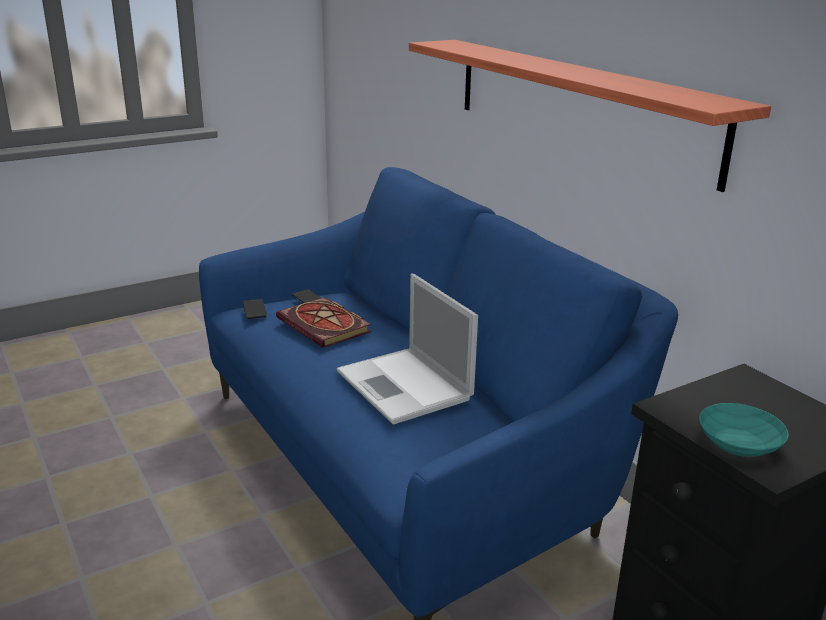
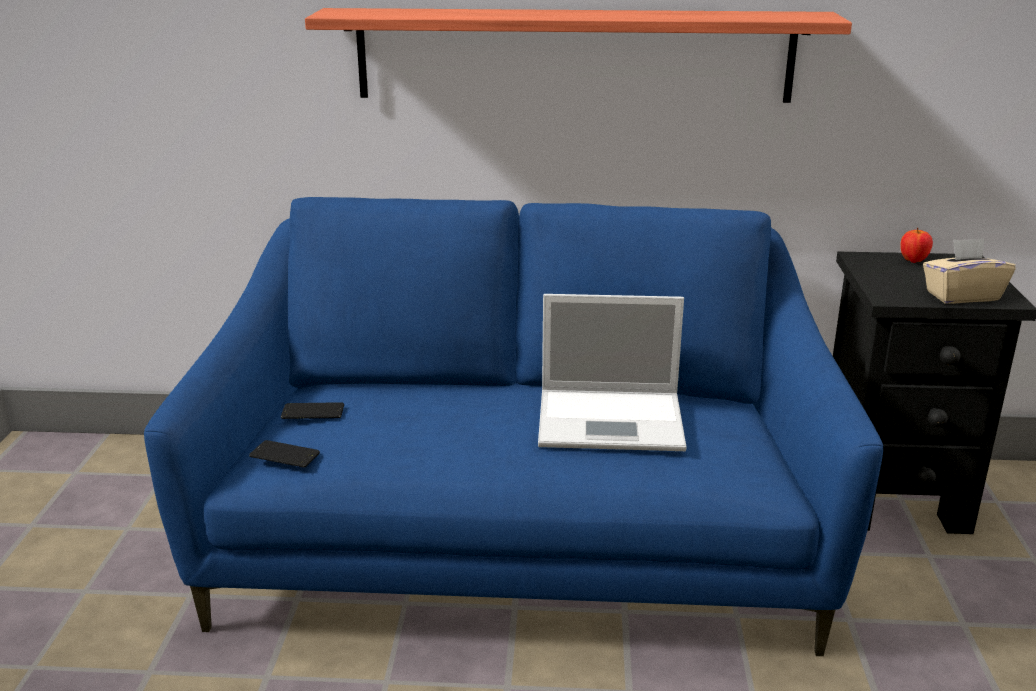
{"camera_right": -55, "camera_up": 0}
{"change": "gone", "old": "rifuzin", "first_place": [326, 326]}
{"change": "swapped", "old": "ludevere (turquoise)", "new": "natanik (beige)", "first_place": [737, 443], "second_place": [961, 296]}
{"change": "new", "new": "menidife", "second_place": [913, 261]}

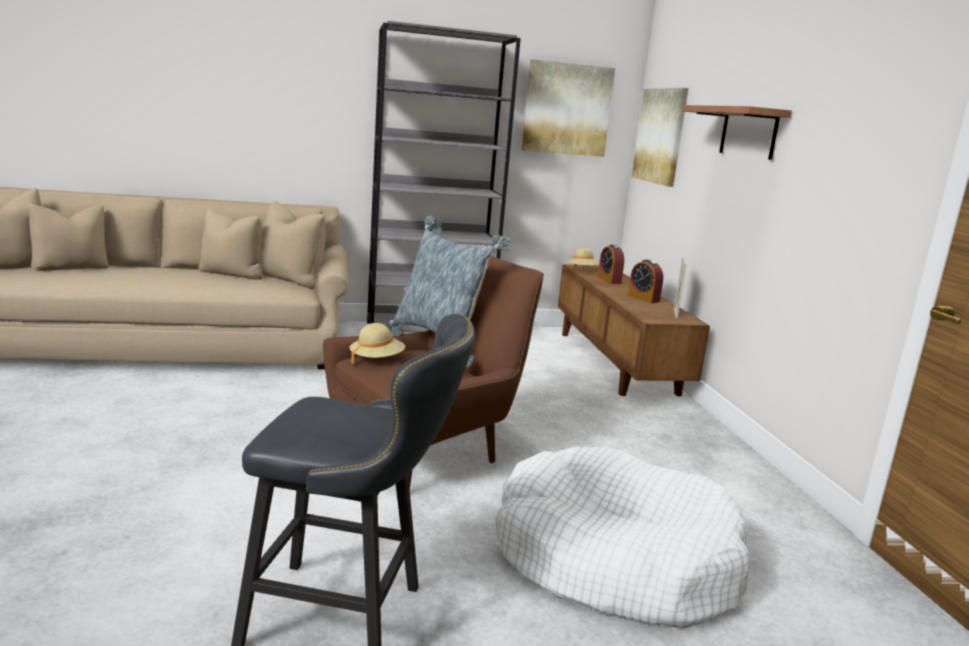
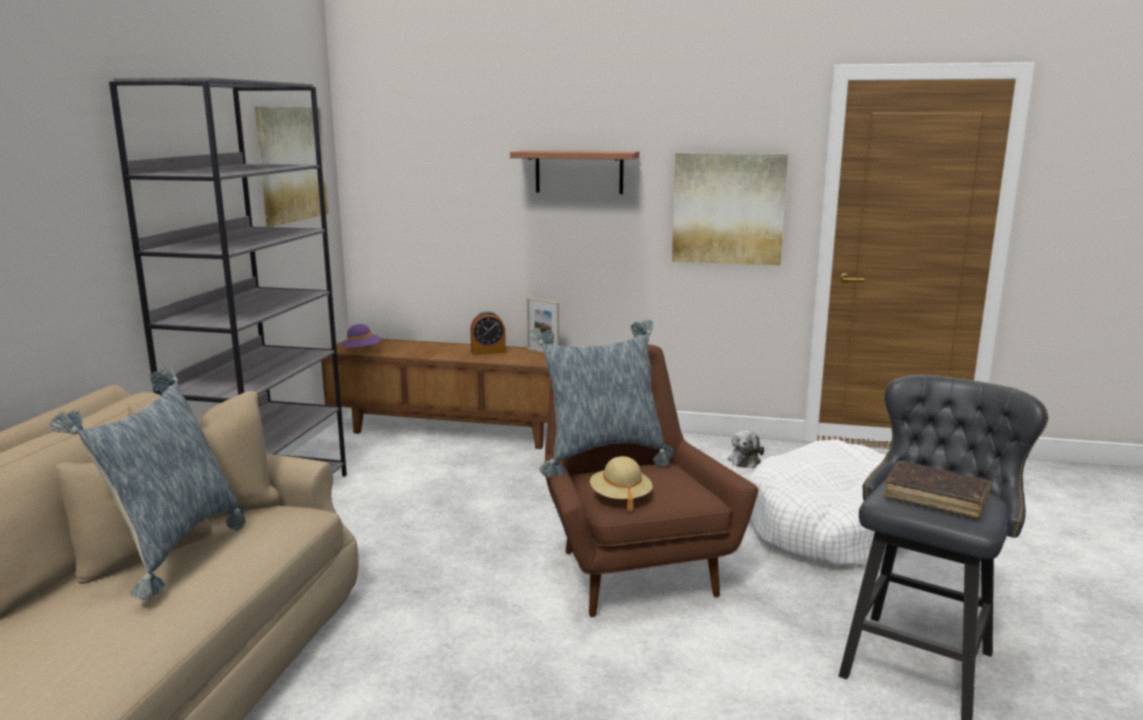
{"camera_right": -65, "camera_up": 0}
{"change": "shifted", "old": "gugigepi", "first_place": [660, 136], "second_place": [728, 208]}
{"change": "gone", "old": "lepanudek", "first_place": [609, 280]}
{"change": "repainted", "old": "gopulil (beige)", "new": "gopulil (purple)", "first_place": [582, 271], "second_place": [362, 351]}
{"change": "new", "new": "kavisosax", "second_place": [170, 560]}
{"change": "new", "new": "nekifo", "second_place": [744, 460]}
{"change": "new", "new": "rifuzin (brown)", "second_place": [936, 498]}

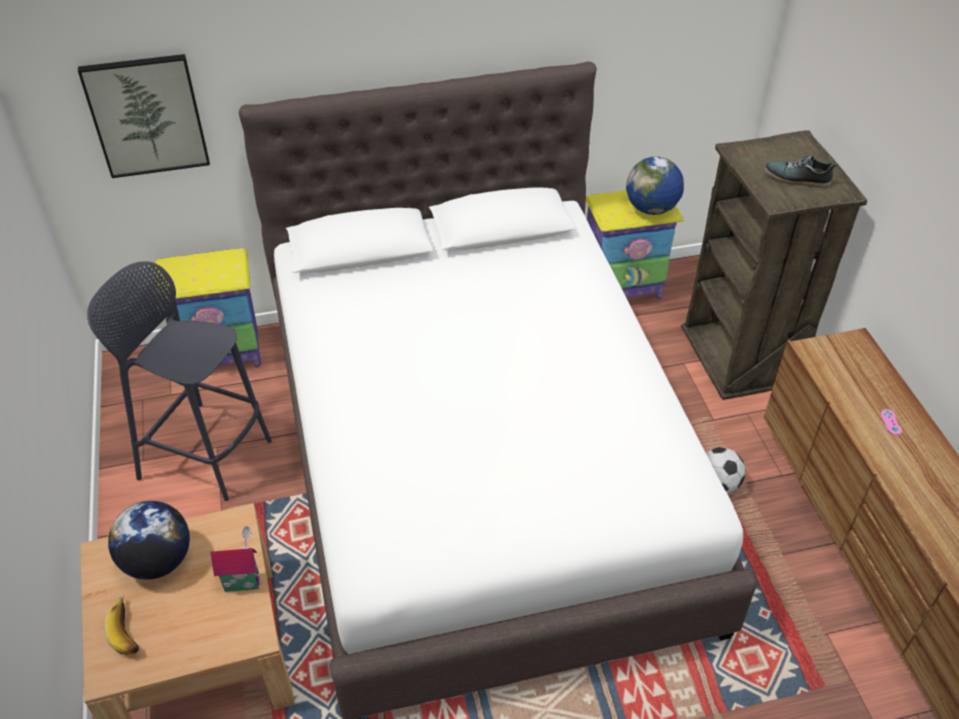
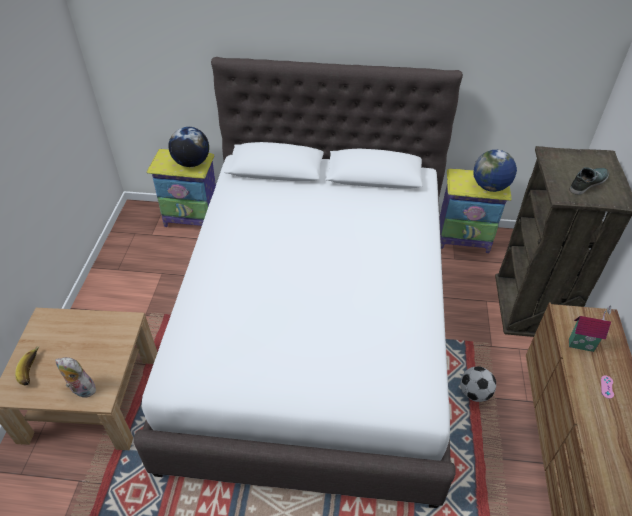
{"camera_right": 20, "camera_up": 0}
{"change": "gone", "old": "gugigepi", "first_place": [147, 116]}
{"change": "rotated", "old": "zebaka", "first_place": [797, 178], "second_place": [587, 183], "degrees": 105}
{"change": "gone", "old": "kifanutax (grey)", "first_place": [206, 453]}
{"change": "shifted", "old": "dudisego", "first_place": [158, 561], "second_place": [191, 163]}
{"change": "shifted", "old": "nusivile", "first_place": [242, 581], "second_place": [581, 344]}
{"change": "new", "new": "nekifo", "second_place": [81, 390]}

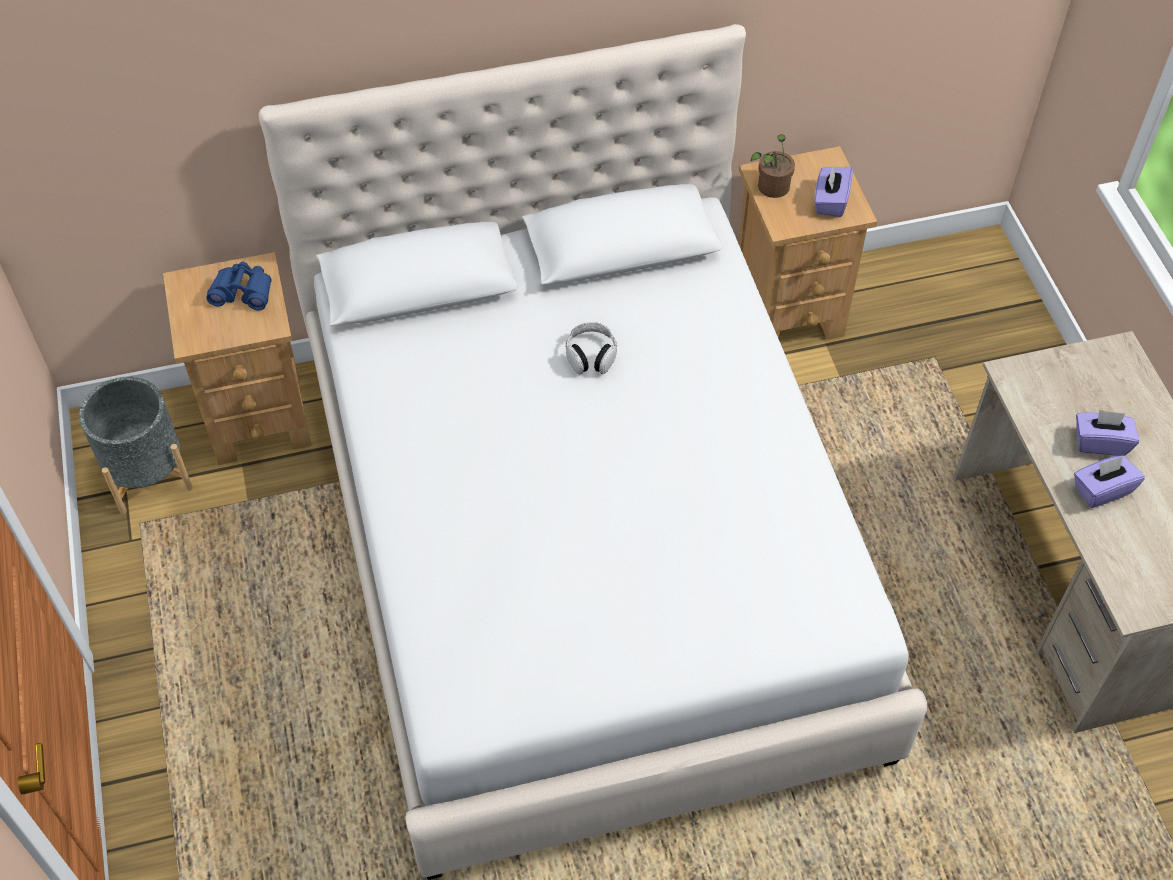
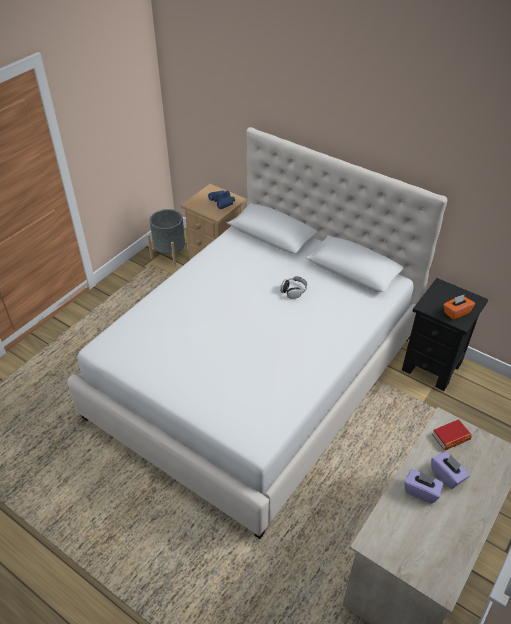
{"camera_right": 50, "camera_up": -10}
{"change": "gone", "old": "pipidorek", "first_place": [771, 189]}
{"change": "repainted", "old": "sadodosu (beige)", "new": "sadodosu (black)", "first_place": [789, 313], "second_place": [432, 367]}
{"change": "repainted", "old": "natanik (purple)", "new": "natanik (orange)", "first_place": [830, 201], "second_place": [456, 312]}
{"change": "new", "new": "rifuzin", "second_place": [450, 437]}

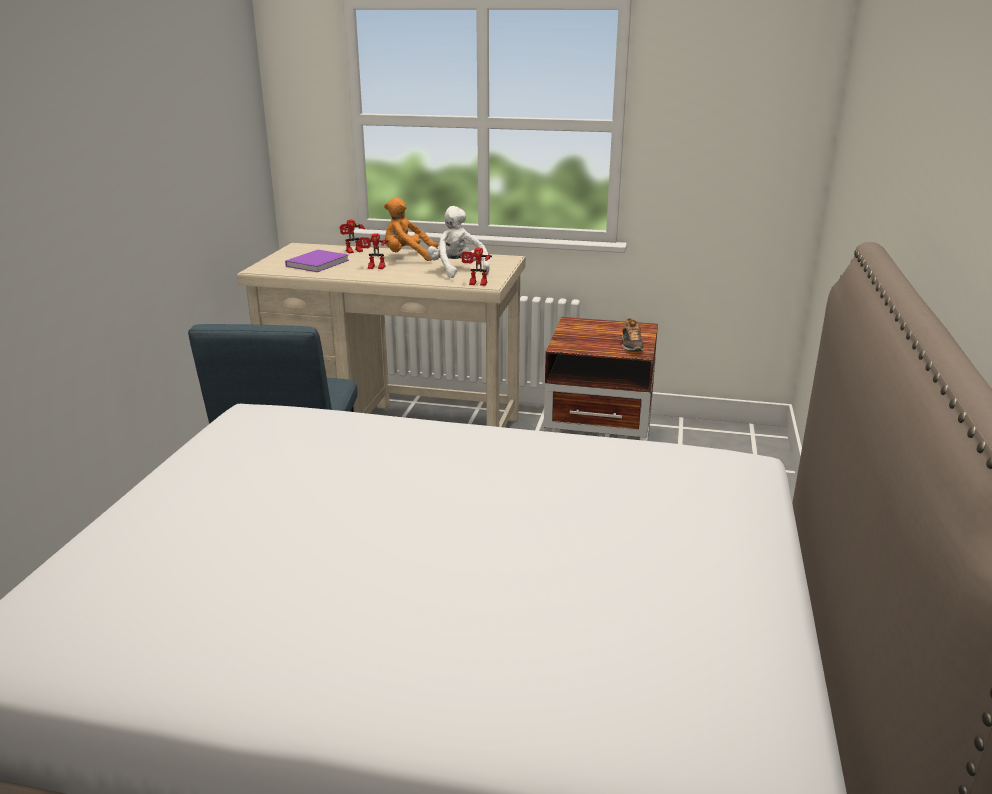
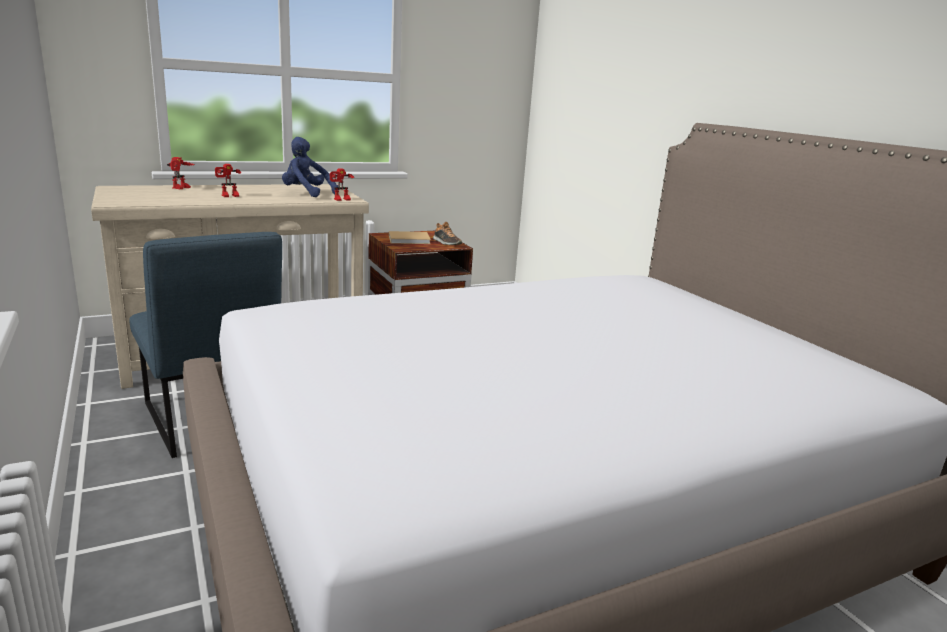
{"camera_right": -40, "camera_up": -5}
{"change": "gone", "old": "nekifo (orange)", "first_place": [408, 257]}
{"change": "repainted", "old": "nekifo (white)", "new": "nekifo (blue)", "first_place": [457, 270], "second_place": [306, 194]}
{"change": "gone", "old": "rifuzin (purple)", "first_place": [319, 263]}
{"change": "new", "new": "rifuzin (beige)", "second_place": [410, 239]}

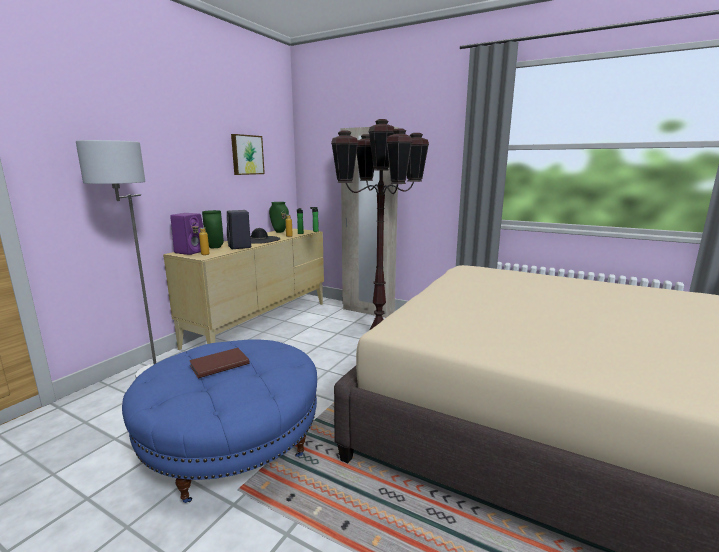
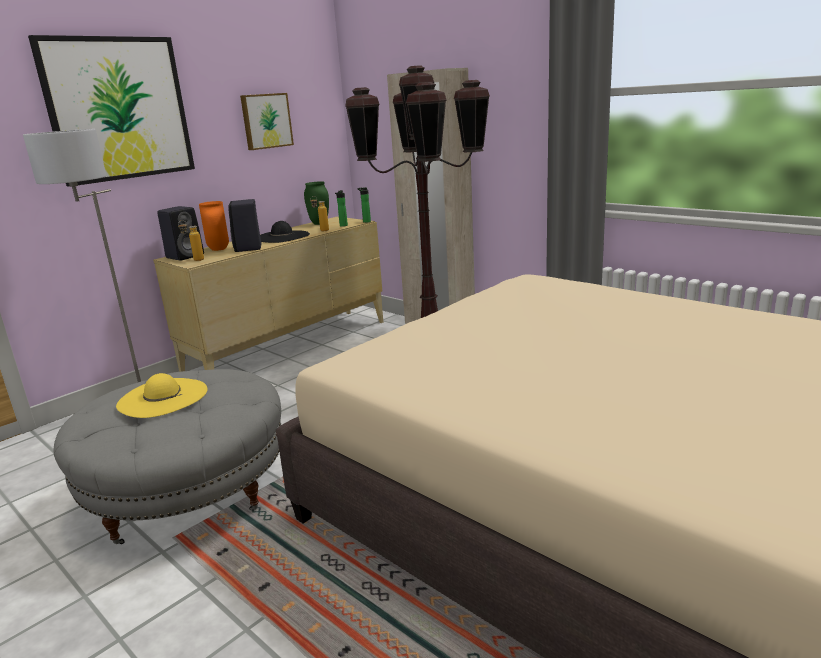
{"camera_right": 15, "camera_up": 5}
{"change": "repainted", "old": "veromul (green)", "new": "veromul (orange)", "first_place": [214, 247], "second_place": [218, 249]}
{"change": "repainted", "old": "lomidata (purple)", "new": "lomidata (black)", "first_place": [191, 252], "second_place": [186, 256]}
{"change": "repainted", "old": "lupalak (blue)", "new": "lupalak (grey)", "first_place": [233, 446], "second_place": [189, 492]}
{"change": "swapped", "old": "rifuzin (brown)", "new": "gopulil (yellow)", "first_place": [218, 364], "second_place": [162, 397]}
{"change": "new", "new": "gugigepi", "second_place": [118, 109]}

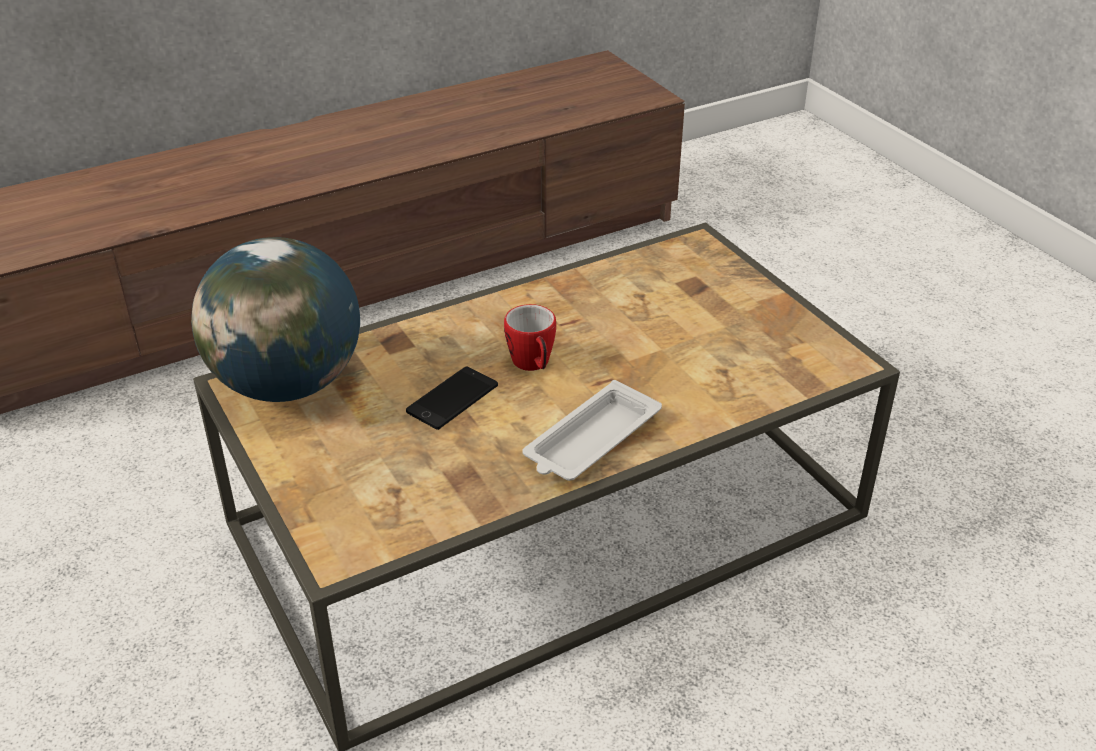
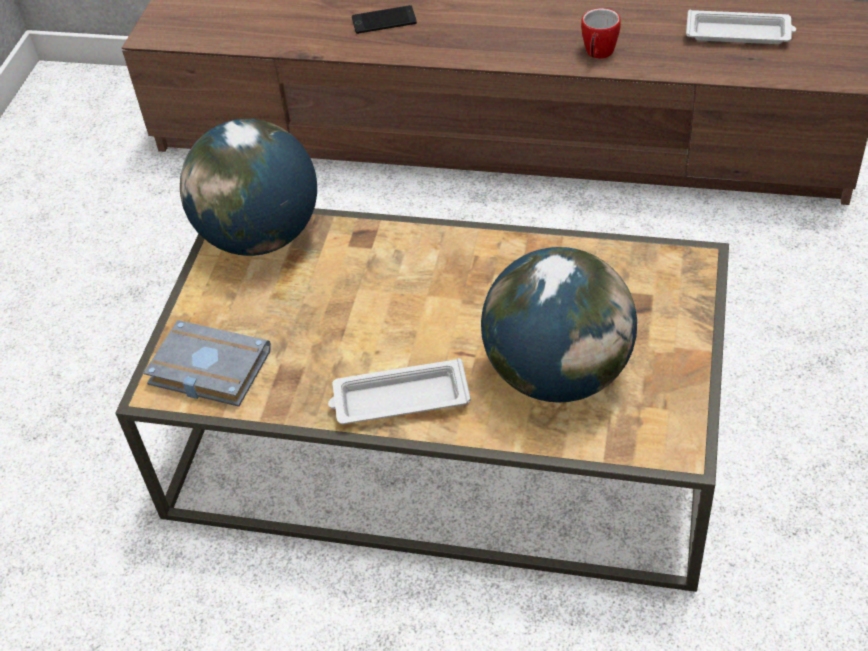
{"camera_right": 45, "camera_up": 10}
{"change": "shifted", "old": "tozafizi", "first_place": [533, 365], "second_place": [598, 54]}
{"change": "shifted", "old": "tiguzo", "first_place": [452, 399], "second_place": [384, 20]}
{"change": "new", "new": "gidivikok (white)", "second_place": [740, 33]}
{"change": "new", "new": "dudisego", "second_place": [556, 374]}
{"change": "new", "new": "rifuzin (grey)", "second_place": [206, 370]}

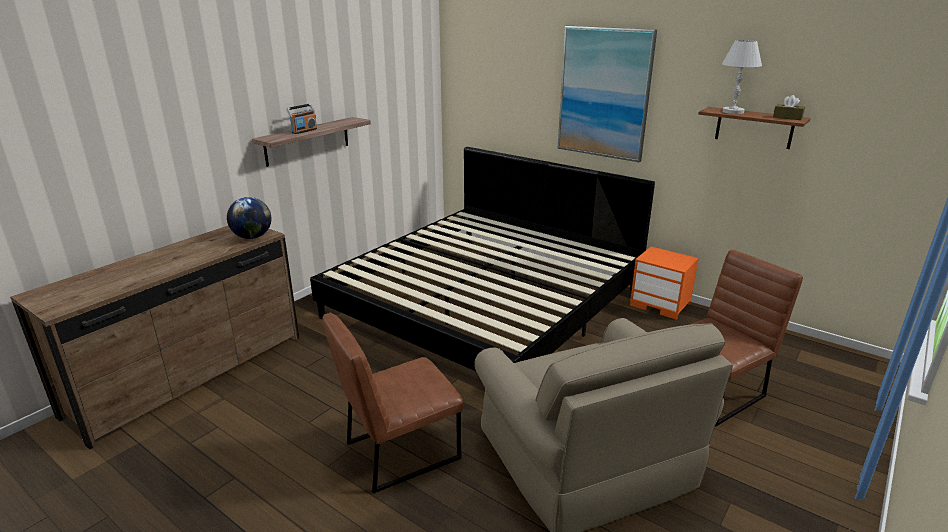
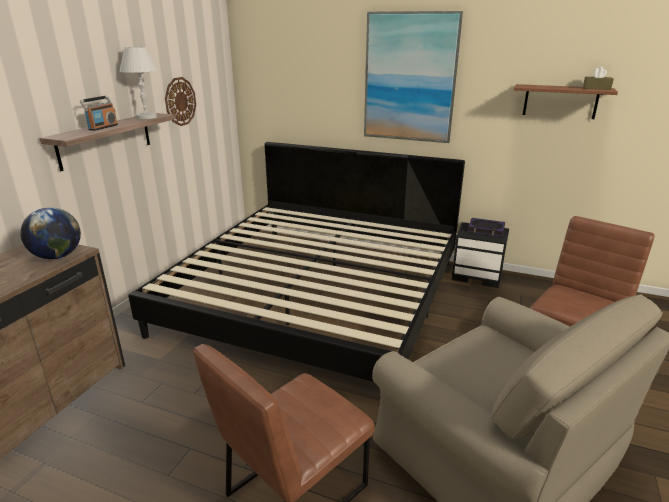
{"camera_right": -15, "camera_up": 0}
{"change": "shifted", "old": "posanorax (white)", "first_place": [733, 112], "second_place": [146, 117]}
{"change": "repainted", "old": "sadodosu (orange)", "new": "sadodosu (black)", "first_place": [661, 304], "second_place": [477, 275]}
{"change": "new", "new": "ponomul", "second_place": [180, 101]}
{"change": "new", "new": "rifuzin", "second_place": [486, 230]}

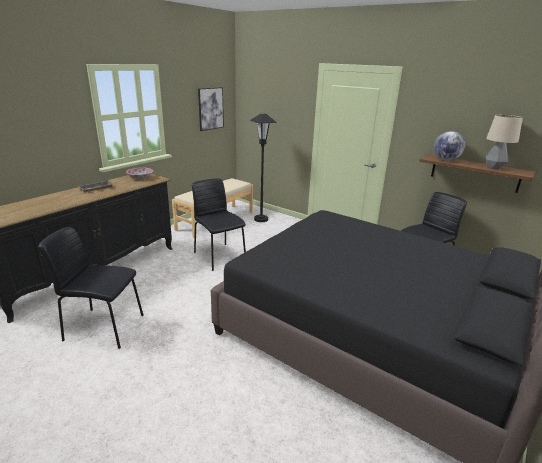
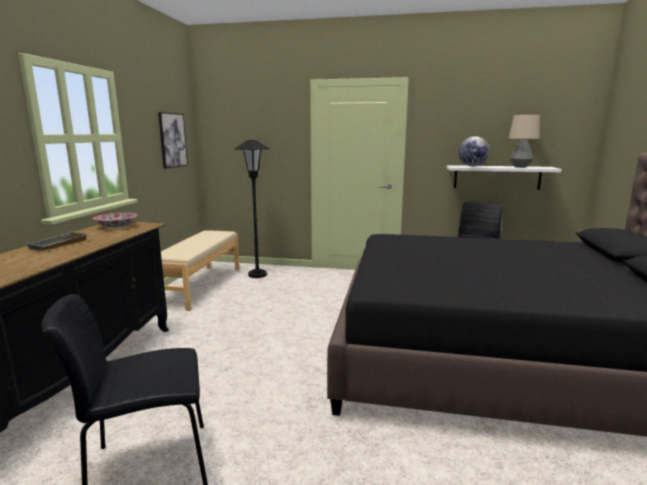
{"camera_right": -25, "camera_up": -10}
{"change": "repainted", "old": "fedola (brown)", "new": "fedola (white)", "first_place": [474, 173], "second_place": [497, 177]}
{"change": "gone", "old": "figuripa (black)", "first_place": [218, 255]}

